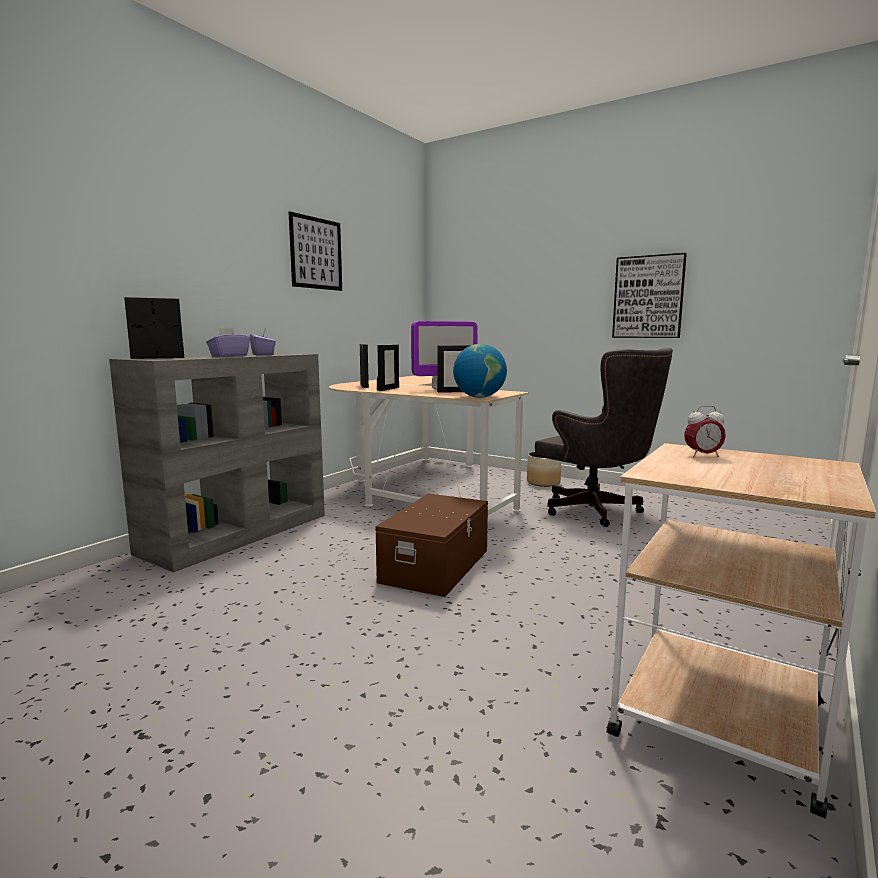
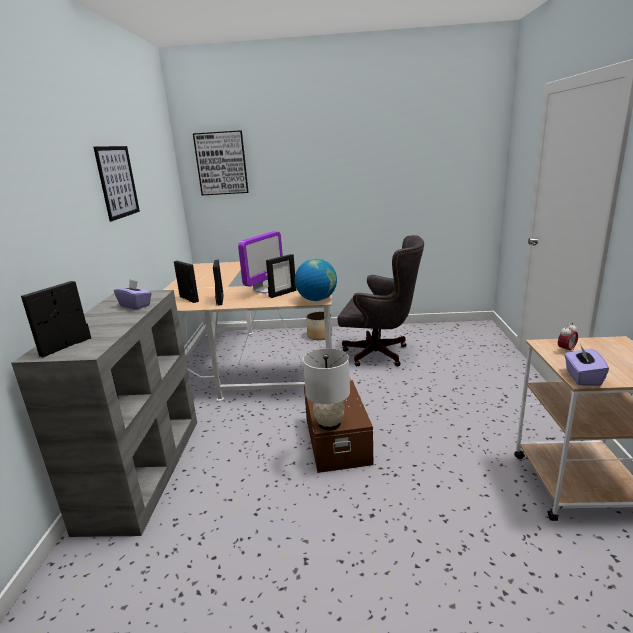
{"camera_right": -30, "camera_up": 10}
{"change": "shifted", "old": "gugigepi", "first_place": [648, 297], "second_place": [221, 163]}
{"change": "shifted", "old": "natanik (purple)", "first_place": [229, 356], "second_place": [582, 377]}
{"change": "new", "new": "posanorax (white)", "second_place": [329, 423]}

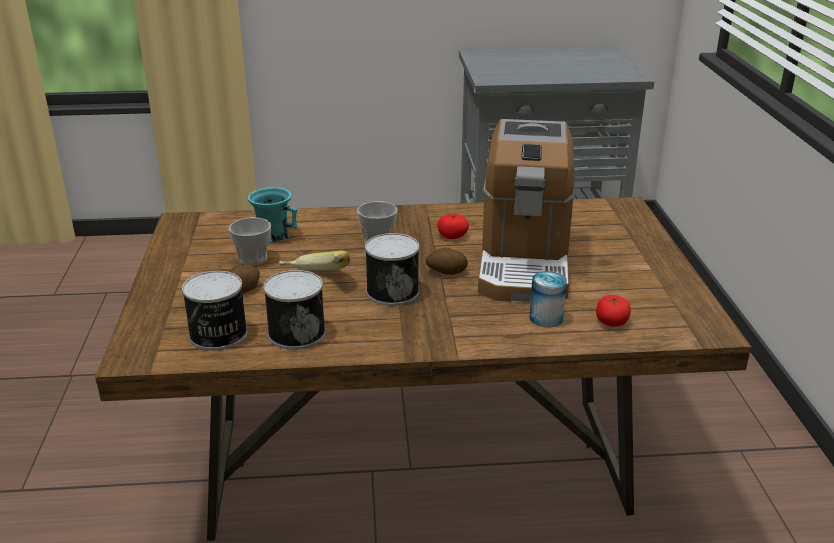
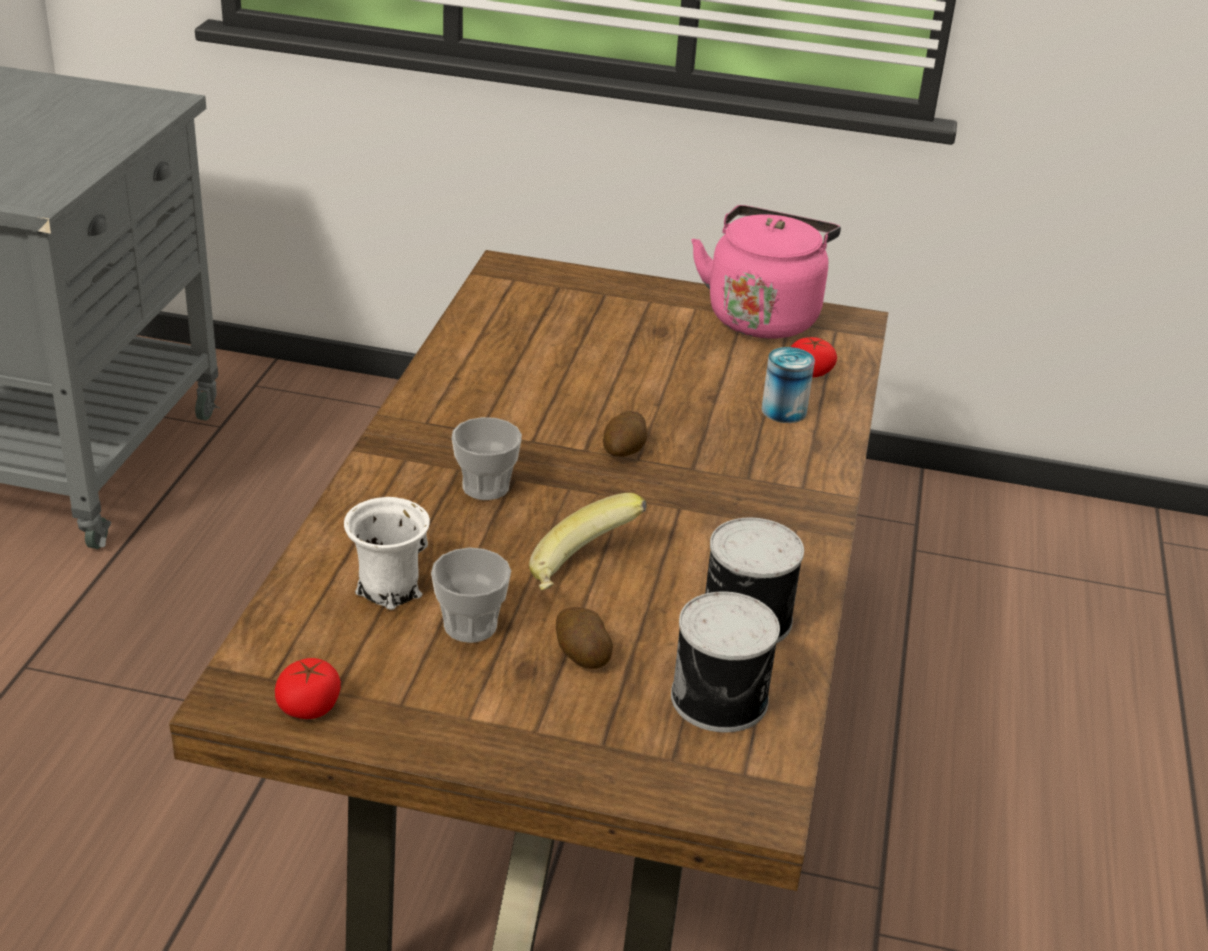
{"camera_right": -75, "camera_up": 5}
{"change": "gone", "old": "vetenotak", "first_place": [524, 263]}
{"change": "repainted", "old": "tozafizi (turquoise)", "new": "tozafizi (white)", "first_place": [273, 235], "second_place": [388, 588]}
{"change": "shifted", "old": "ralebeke", "first_place": [452, 236], "second_place": [309, 706]}
{"change": "gone", "old": "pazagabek", "first_place": [392, 291]}
{"change": "new", "new": "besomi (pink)", "second_place": [763, 315]}

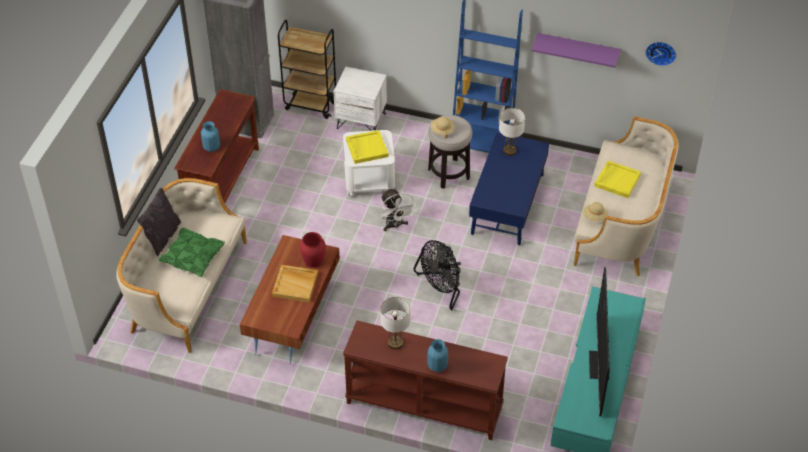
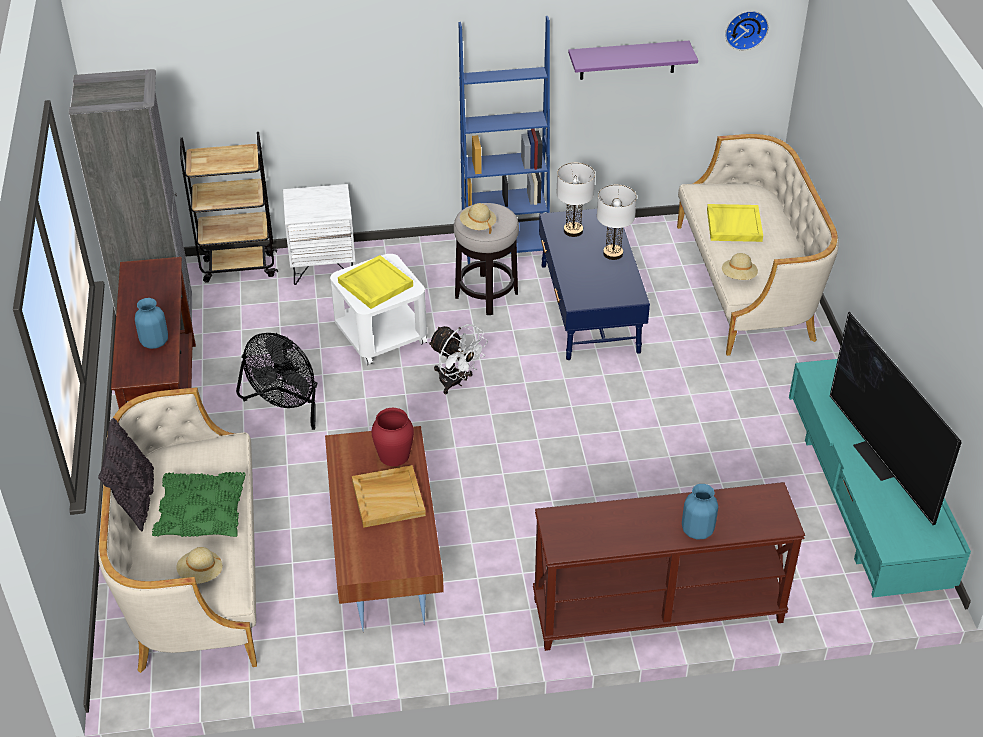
{"camera_right": -25, "camera_up": -5}
{"change": "shifted", "old": "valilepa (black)", "first_place": [442, 285], "second_place": [286, 402]}
{"change": "shifted", "old": "posanorax", "first_place": [395, 343], "second_place": [613, 253]}
{"change": "new", "new": "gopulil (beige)", "second_place": [201, 573]}

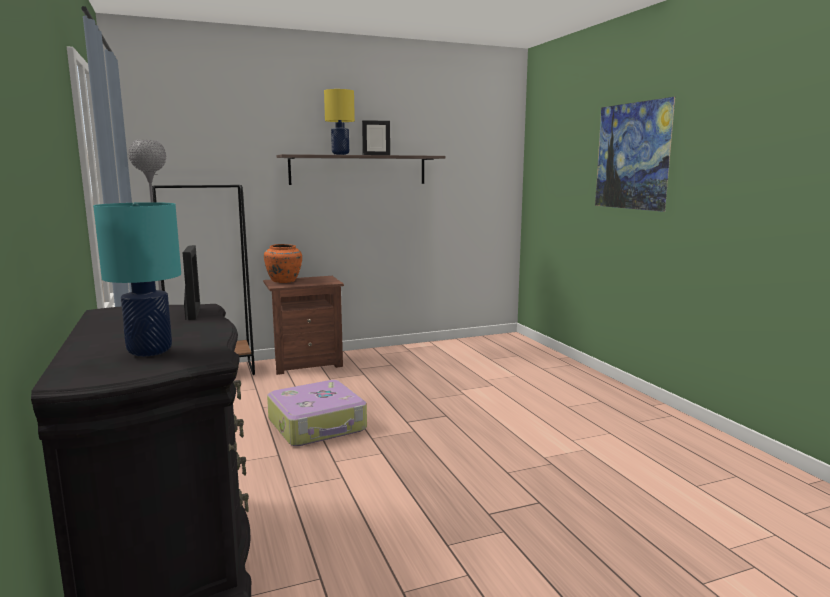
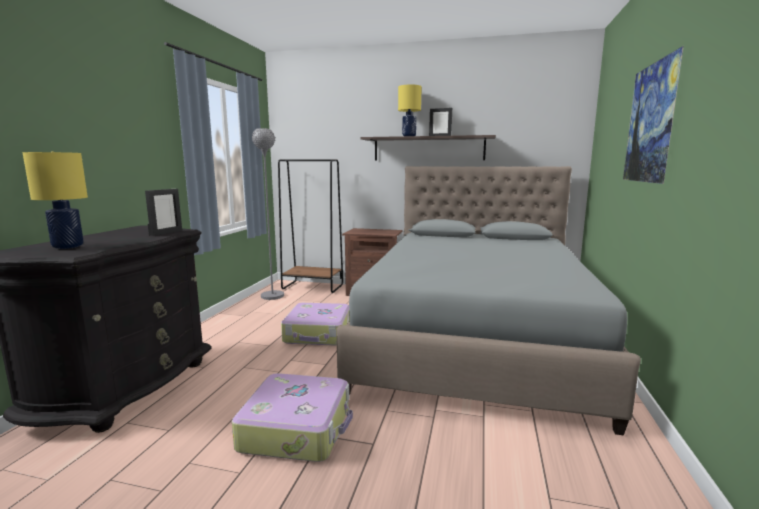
{"camera_right": 35, "camera_up": 0}
{"change": "repainted", "old": "posanorax (turquoise)", "new": "posanorax (yellow)", "first_place": [150, 353], "second_place": [68, 248]}
{"change": "gone", "old": "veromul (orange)", "first_place": [284, 281]}
{"change": "new", "new": "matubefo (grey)", "second_place": [476, 336]}
{"change": "new", "new": "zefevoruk", "second_place": [297, 428]}

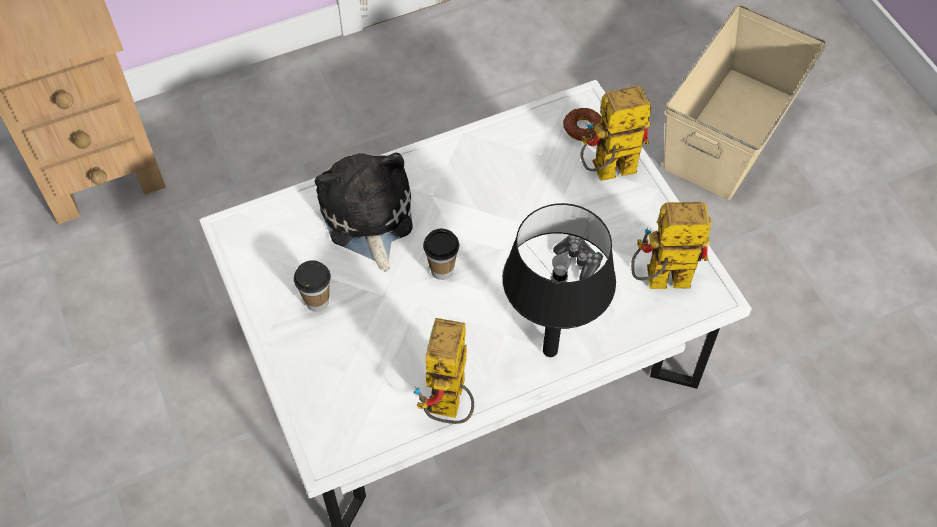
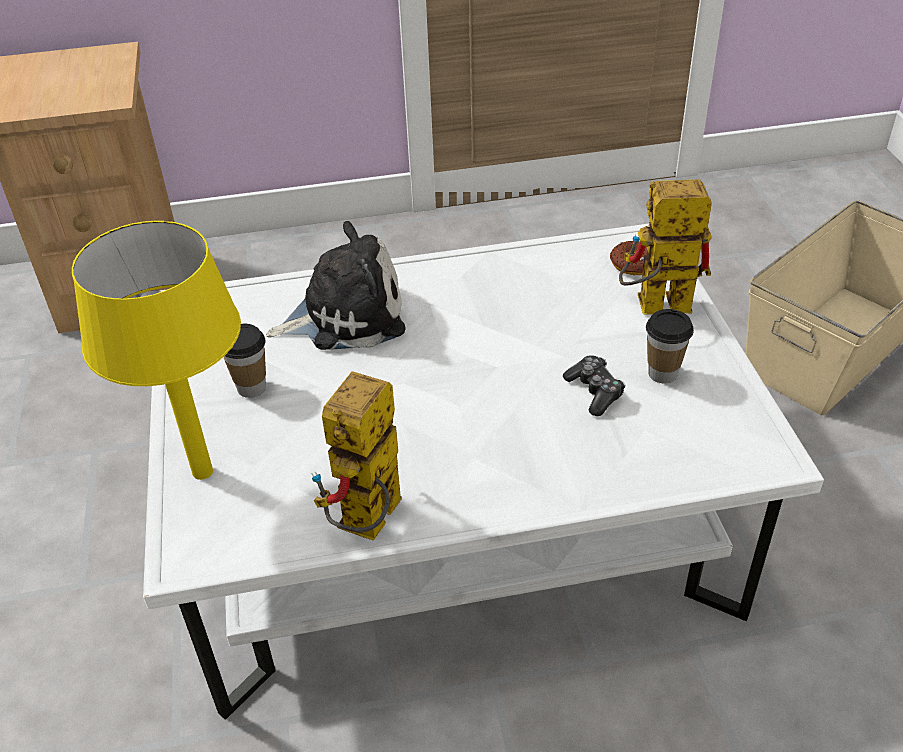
{"camera_right": 15, "camera_up": -15}
{"change": "rotated", "old": "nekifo", "first_place": [367, 218], "second_place": [346, 315], "degrees": 75}
{"change": "gone", "old": "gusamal", "first_place": [658, 281]}
{"change": "gone", "old": "posanorax (black)", "first_place": [550, 351]}
{"change": "shifted", "old": "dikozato", "first_place": [442, 270], "second_place": [662, 373]}
{"change": "new", "new": "posanorax (yellow)", "second_place": [202, 472]}

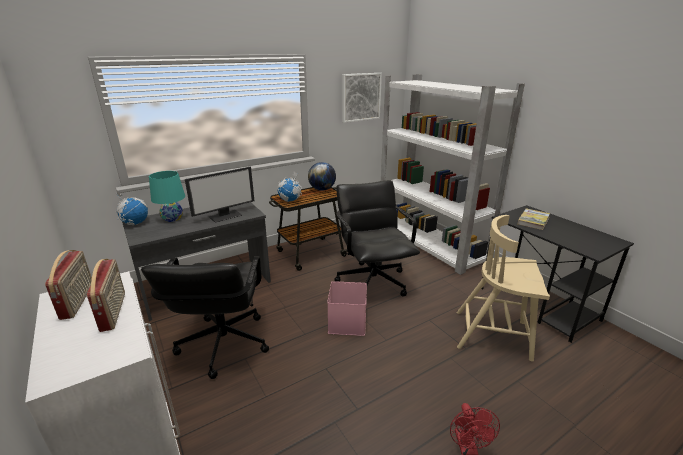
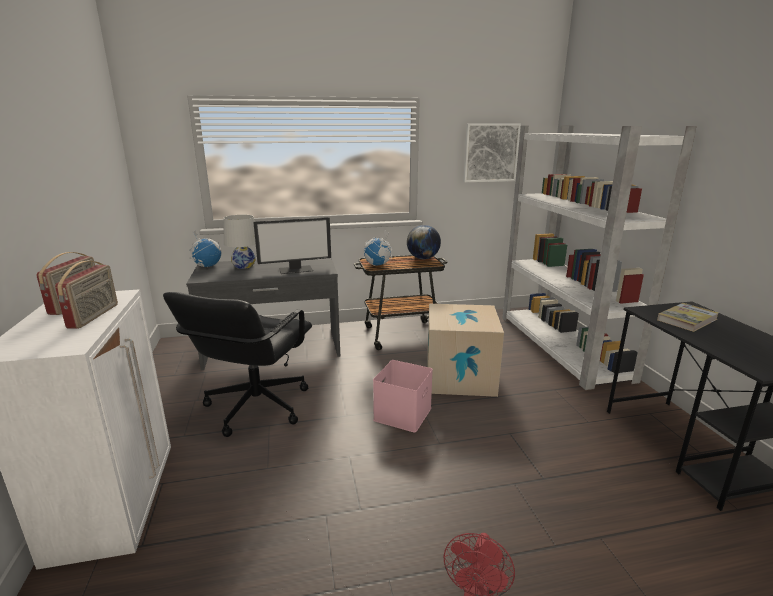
{"camera_right": 20, "camera_up": -5}
{"change": "repainted", "old": "posanorax (turquoise)", "new": "posanorax (white)", "first_place": [172, 218], "second_place": [244, 266]}
{"change": "swapped", "old": "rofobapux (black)", "new": "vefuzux", "first_place": [373, 282], "second_place": [460, 377]}
{"change": "gone", "old": "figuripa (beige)", "first_place": [494, 335]}

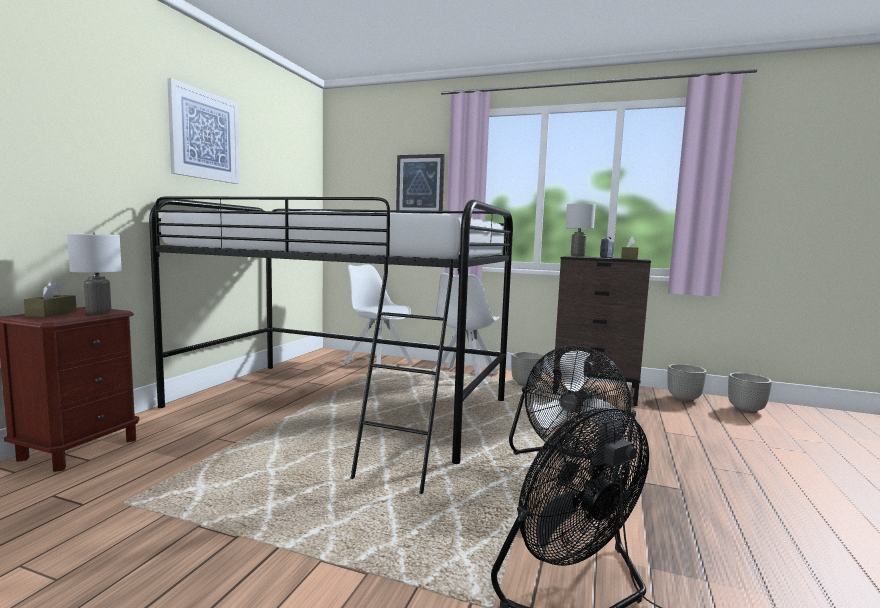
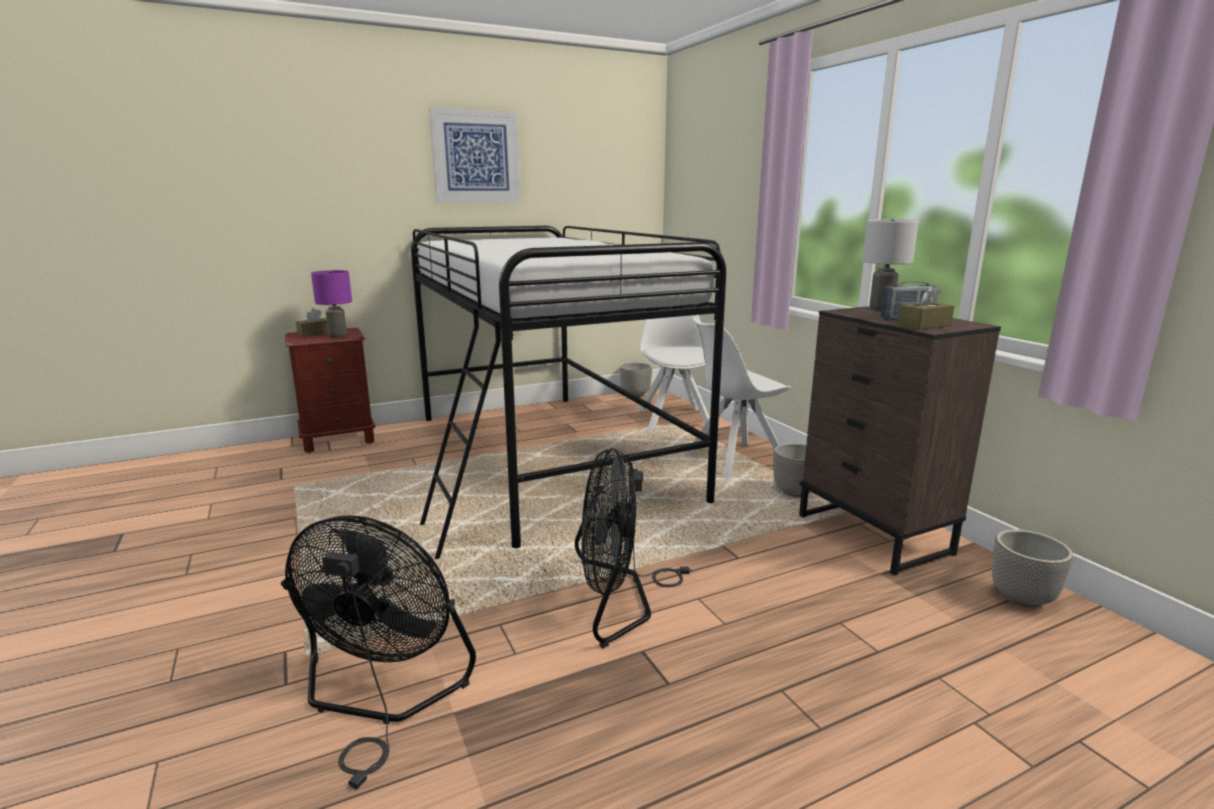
{"camera_right": 45, "camera_up": 10}
{"change": "gone", "old": "gugigepi", "first_place": [420, 184]}
{"change": "repainted", "old": "posanorax (white)", "new": "posanorax (purple)", "first_place": [97, 313], "second_place": [337, 336]}
{"change": "shifted", "old": "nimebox", "first_place": [745, 410], "second_place": [635, 395]}

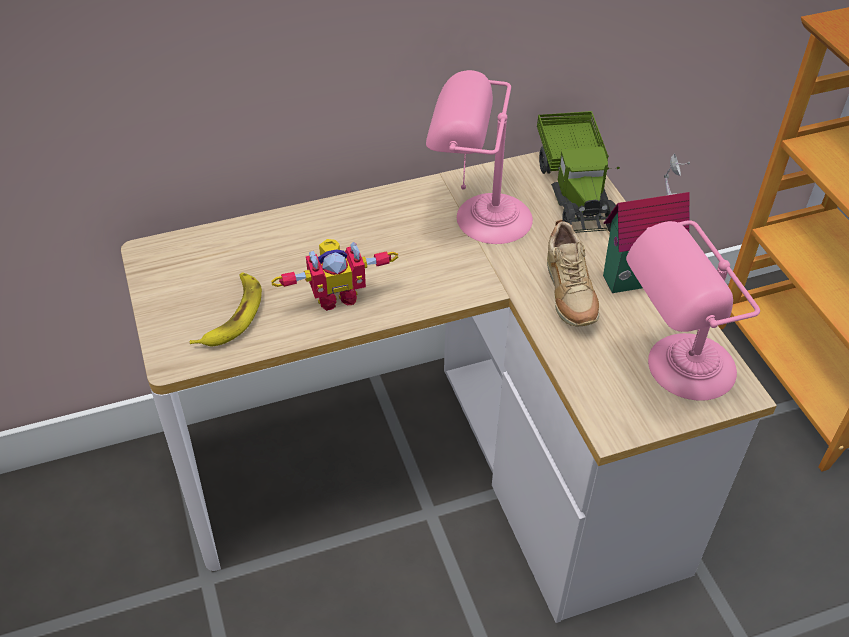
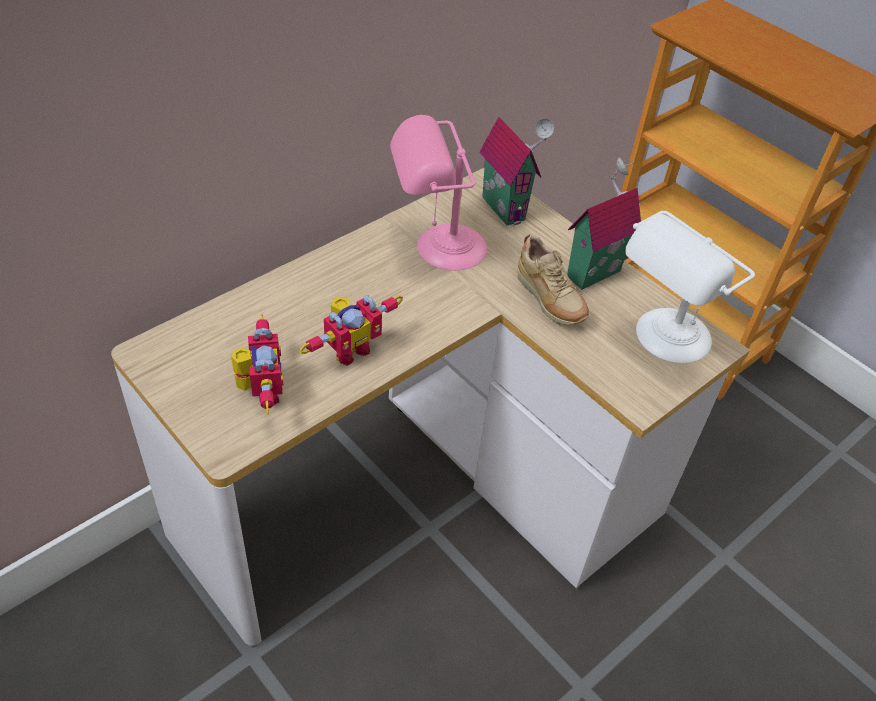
{"camera_right": -25, "camera_up": 0}
{"change": "swapped", "old": "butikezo", "new": "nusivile", "first_place": [575, 190], "second_place": [506, 208]}
{"change": "repainted", "old": "posanorax (pink)", "new": "posanorax (white)", "first_place": [675, 372], "second_place": [664, 343]}
{"change": "swapped", "old": "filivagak", "new": "gusamal", "first_place": [232, 315], "second_place": [260, 392]}

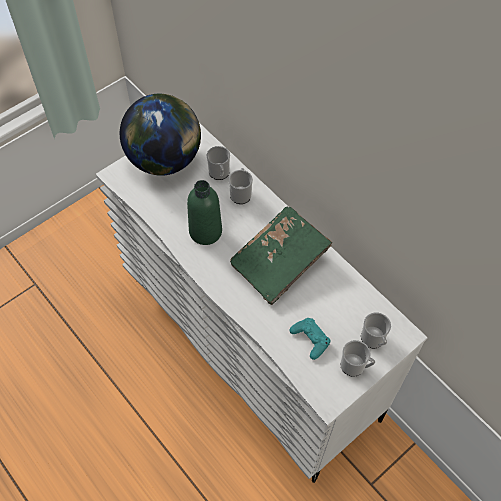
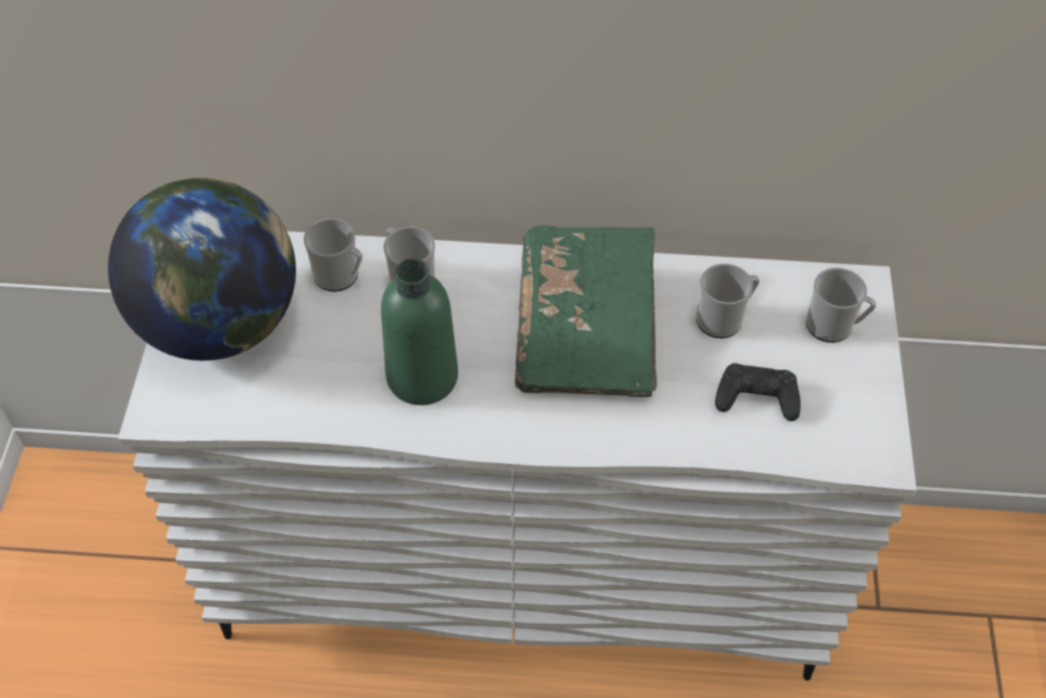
{"camera_right": -45, "camera_up": -5}
{"change": "repainted", "old": "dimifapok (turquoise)", "new": "dimifapok (black)", "first_place": [310, 339], "second_place": [756, 398]}
{"change": "shifted", "old": "tozafizi", "first_place": [355, 366], "second_place": [724, 319]}

